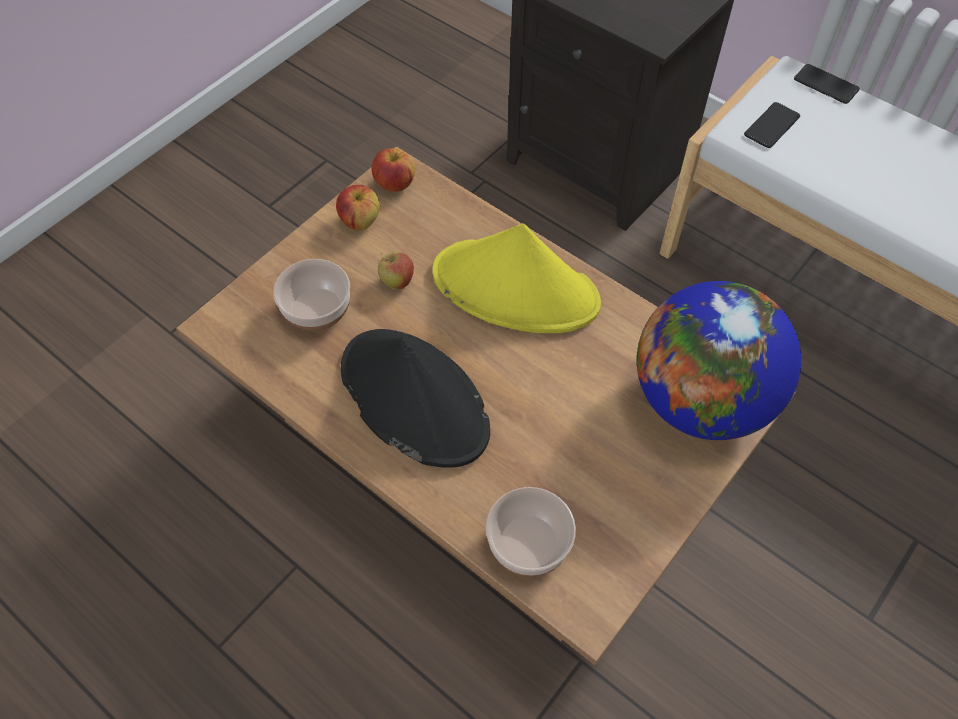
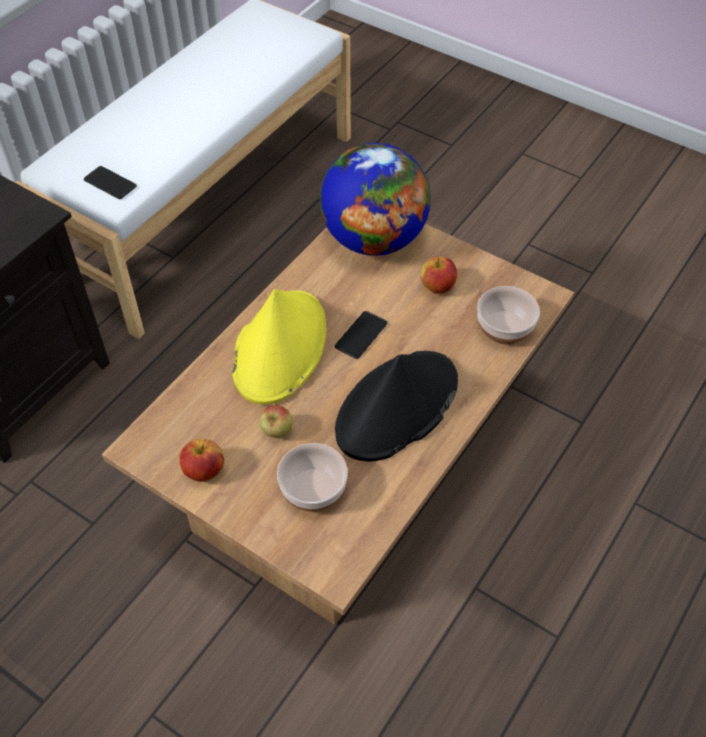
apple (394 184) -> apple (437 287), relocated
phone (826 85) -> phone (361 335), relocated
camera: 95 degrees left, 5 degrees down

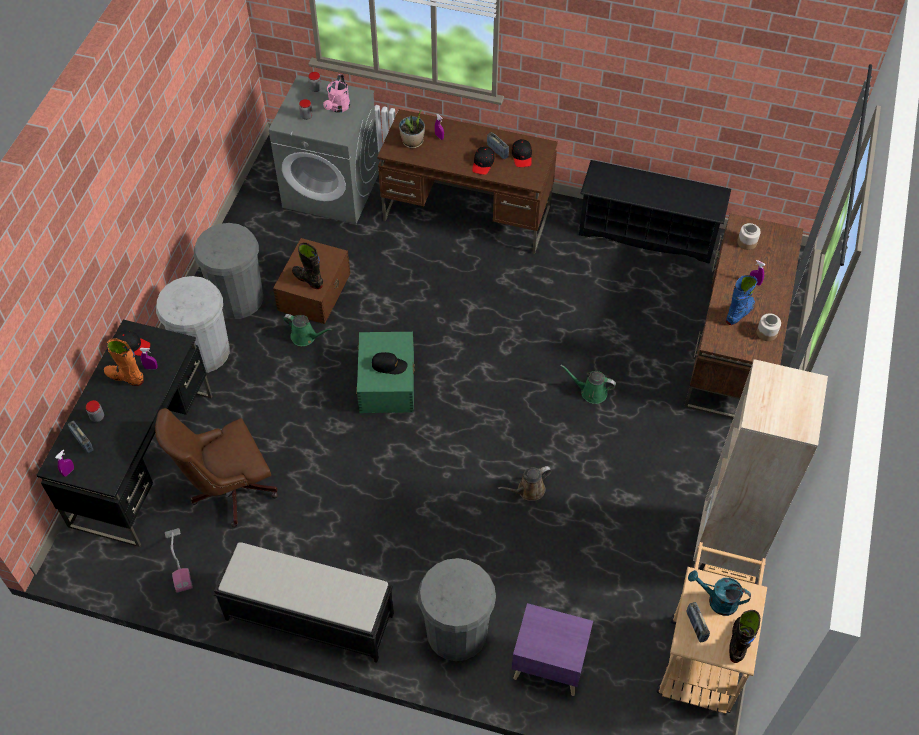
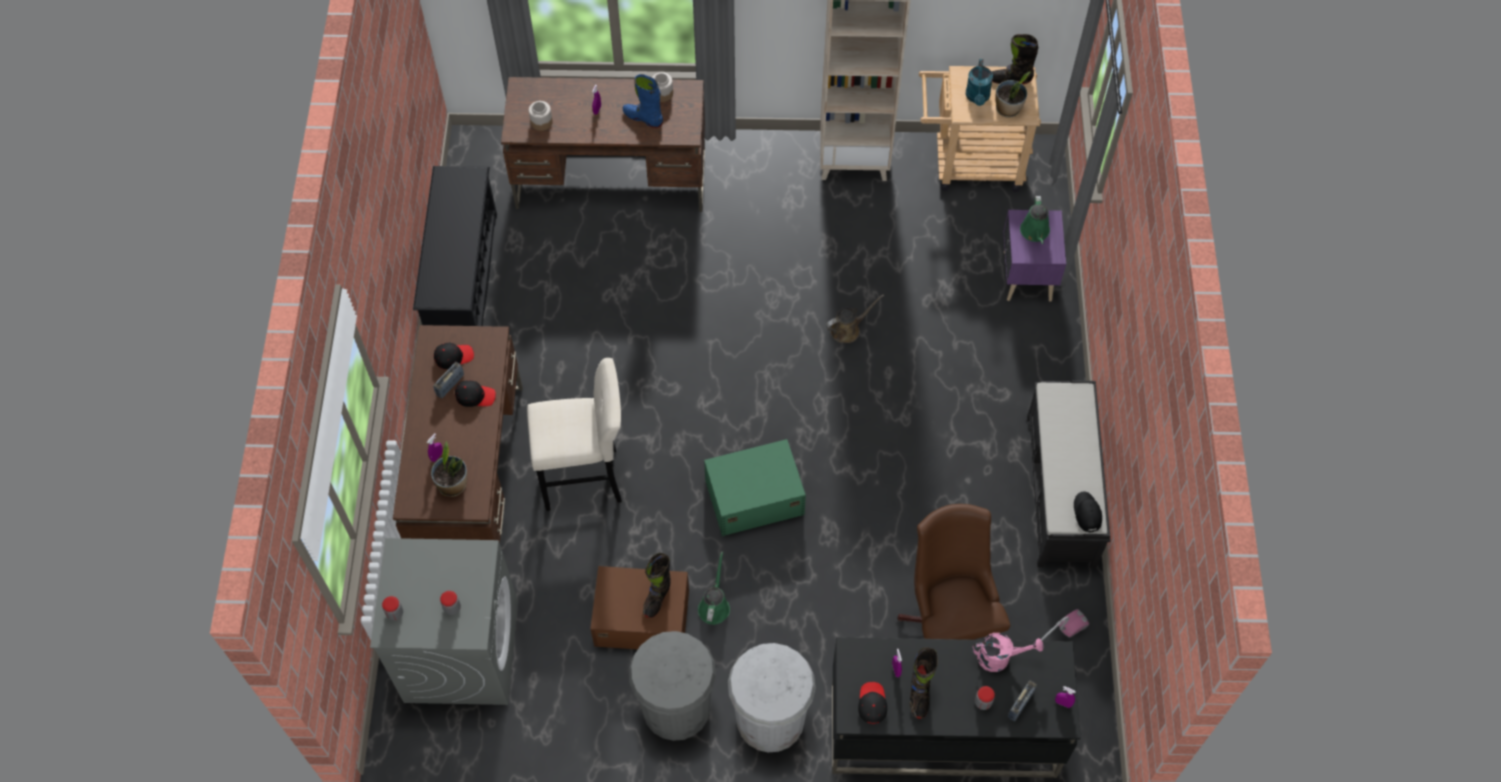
grey trash can (456 632) -> none
none -> beige stool (586 479)
pink watering can (338 108) -> pink watering can (1000 657), relocated
black cap (389 365) -> black cap (1087 513), relocated
green watering can (591 392) -> green watering can (1035 232), relocated
radio (696 626) -> potted plant (1008 109)
orange boot (125 377) -> black boot (919 694)
brown office chair (228 490) -> brown office chair (948 619), 150 degrees counterclockwise
brown watering can (528 490) -> brown watering can (848 329), 75 degrees counterclockwise
camera: 105 degrees left, 5 degrees up

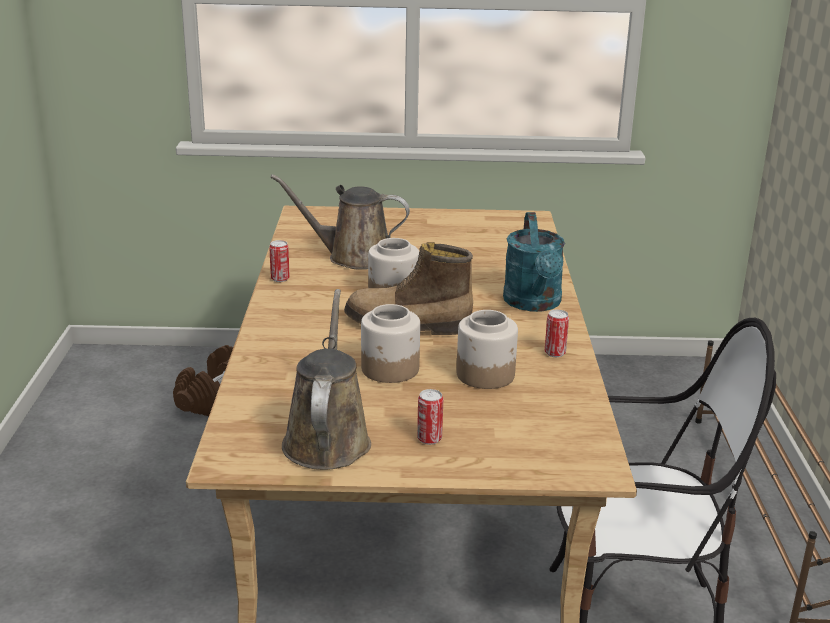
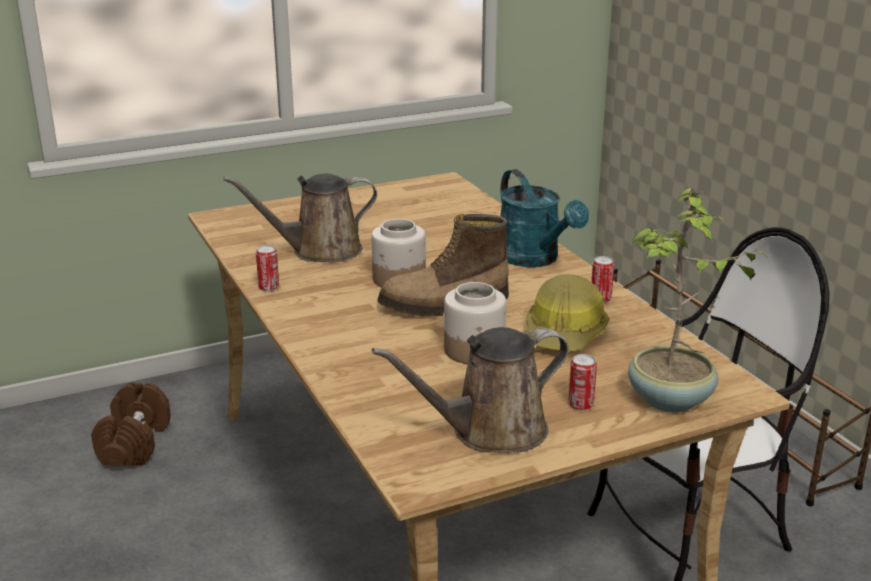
none -> potted plant (670 400)
jar (486 375) -> hard hat (565 334)
brown watering can (327 439) -> brown watering can (490 431), 90 degrees counterclockwise
camera: 25 degrees left, 0 degrees up

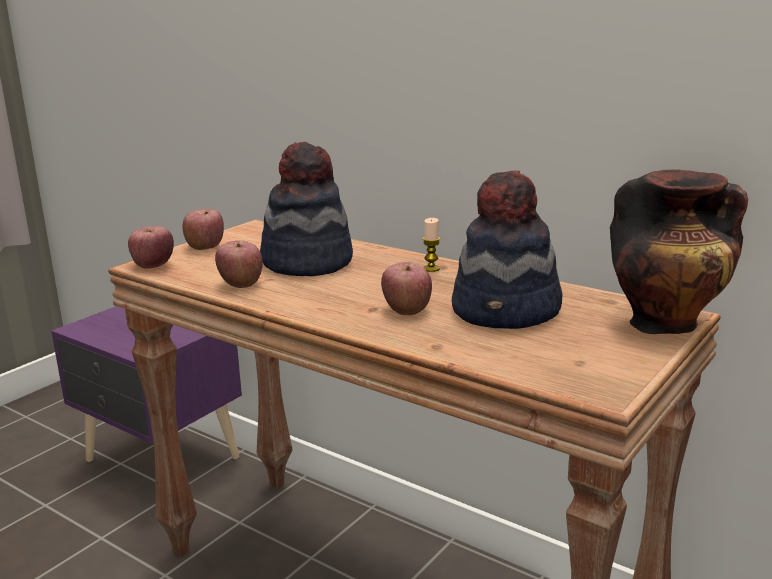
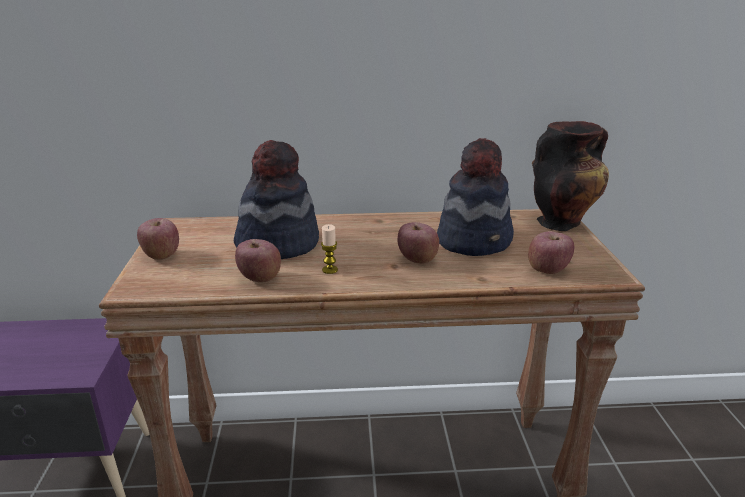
apple (153 266) -> apple (547 269), relocated
candle (431 269) -> candle (330 270), relocated
camera: 40 degrees left, 5 degrees up

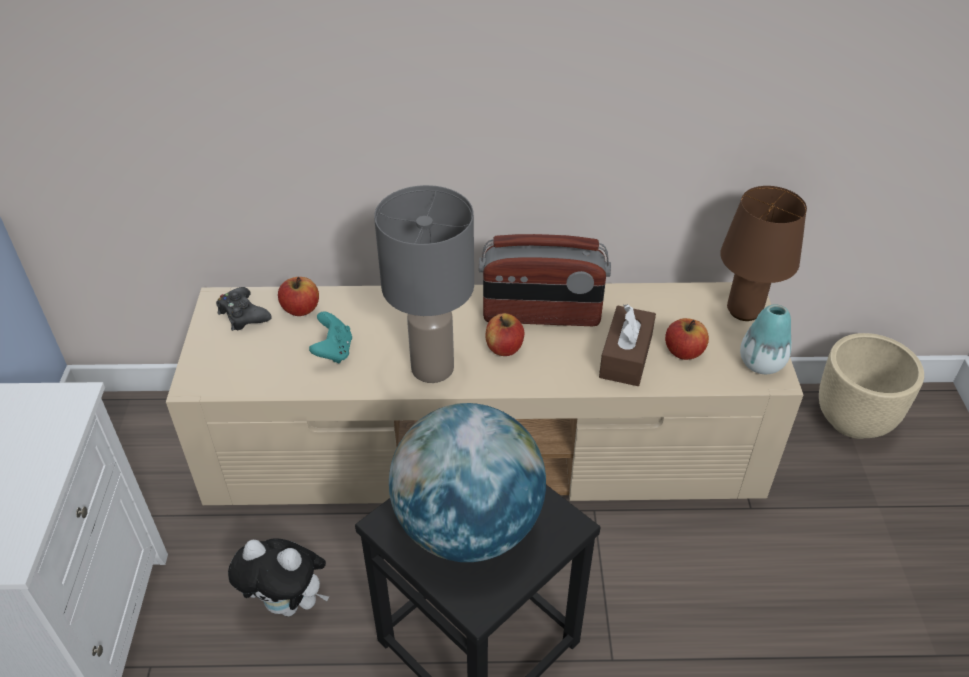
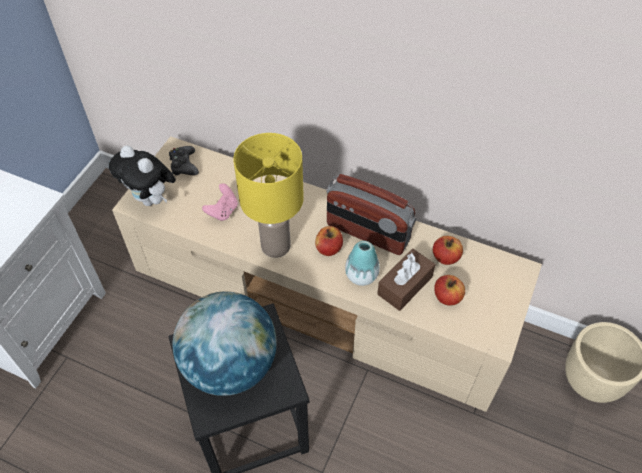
brown table lamp (744 310) -> none
plush toy (289 603) -> plush toy (151 199), relocated
apple (301 309) -> apple (445 257), relocated
vase (761 363) -> vase (361 275), relocated
turquoise game controller (333 351) -> pink game controller (223 211)
grey table lamp (433 369) -> yellow table lamp (276 246)
camera: 25 degrees right, 10 degrees up

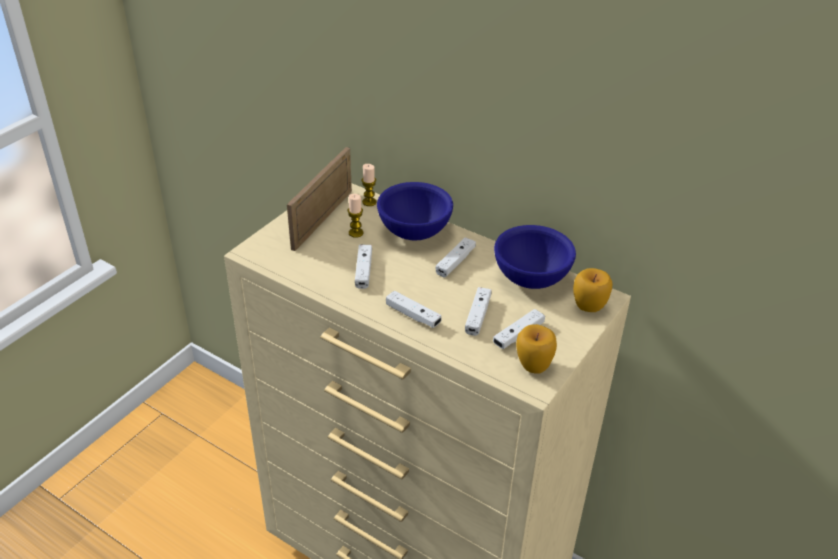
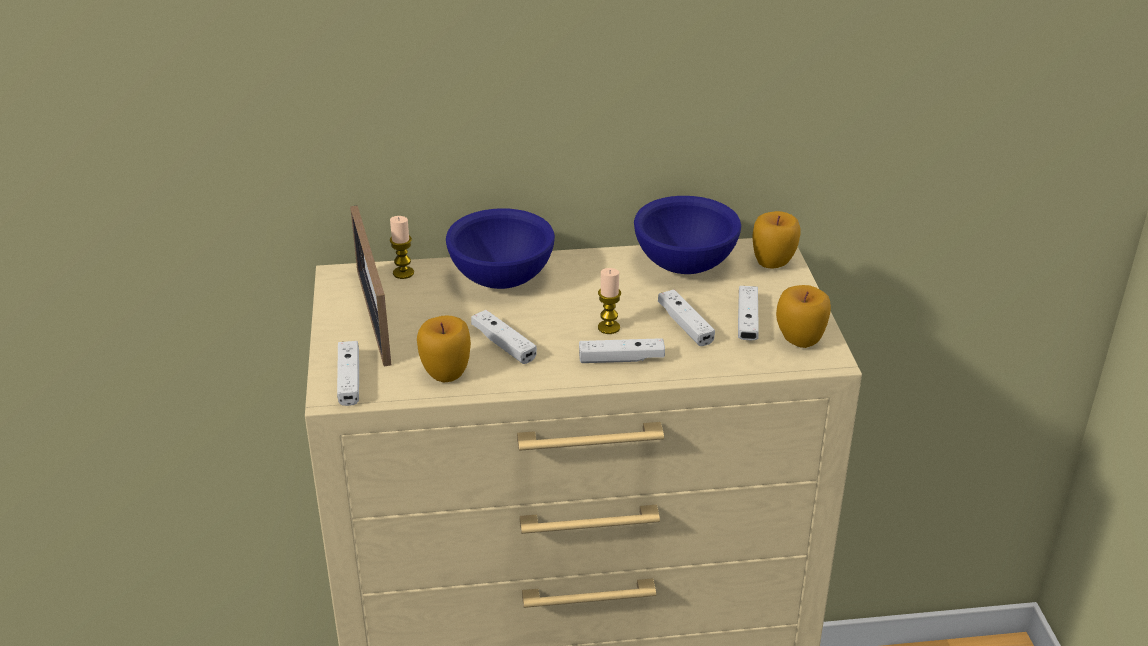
none -> apple (446 373)
candle (356 233) -> candle (608 327), relocated
white game controller (455 262) -> white game controller (349 380), relocated
camera: 40 degrees left, 5 degrees down

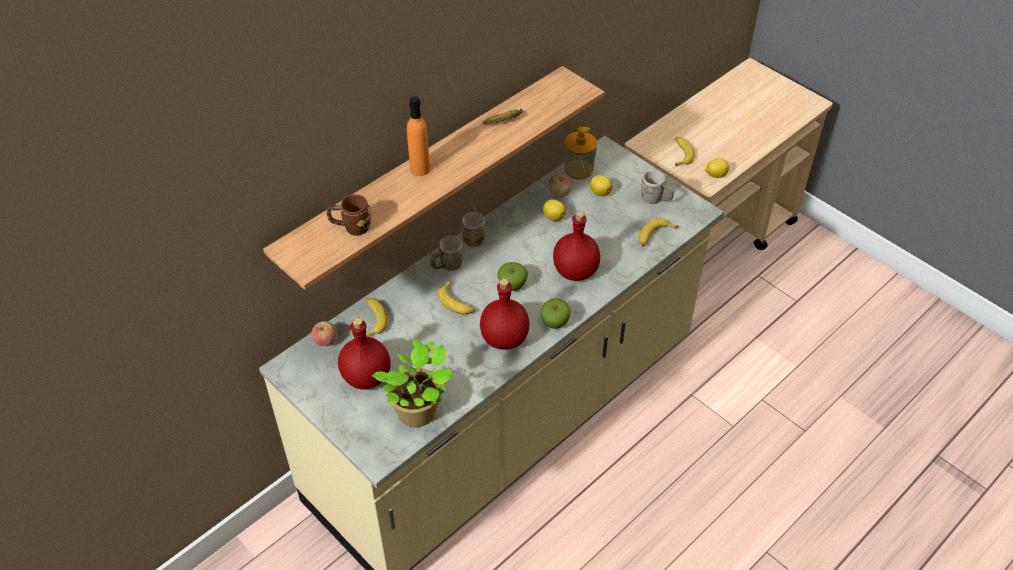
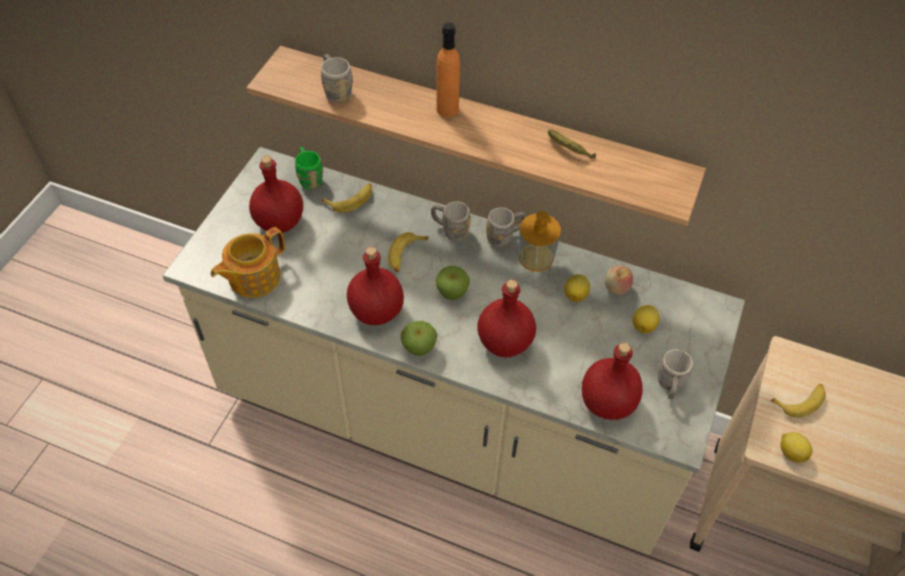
soap dispenser (579 169) -> soap dispenser (536 257), relocated
apple (325 341) -> green mug (309 177)
potted plant (419 413) -> teapot (253 277)
banana (654 236) -> red bottle (607 403)
brown mug (351 227) -> grey mug (336 90)
camera: 65 degrees right, 5 degrees up

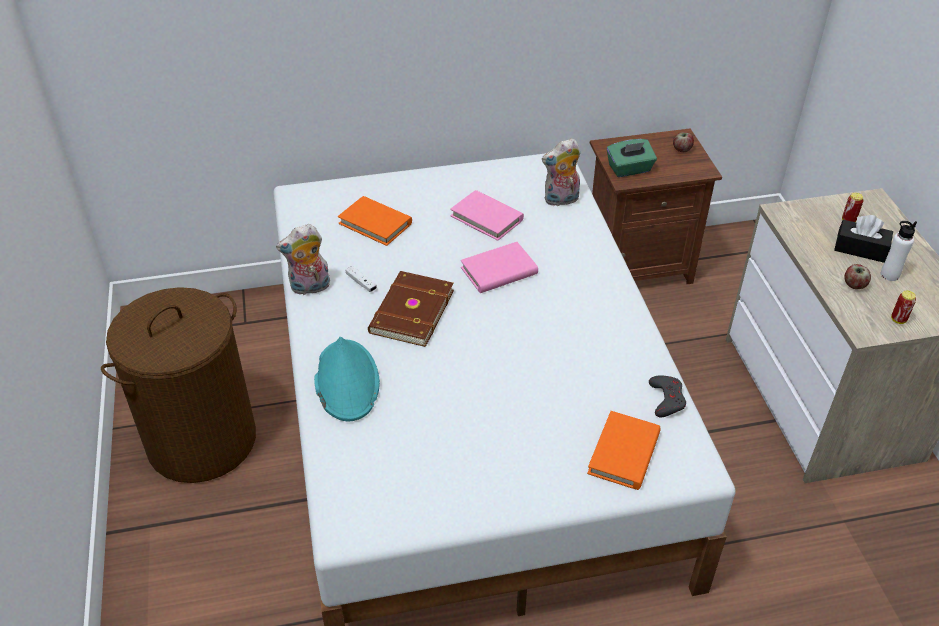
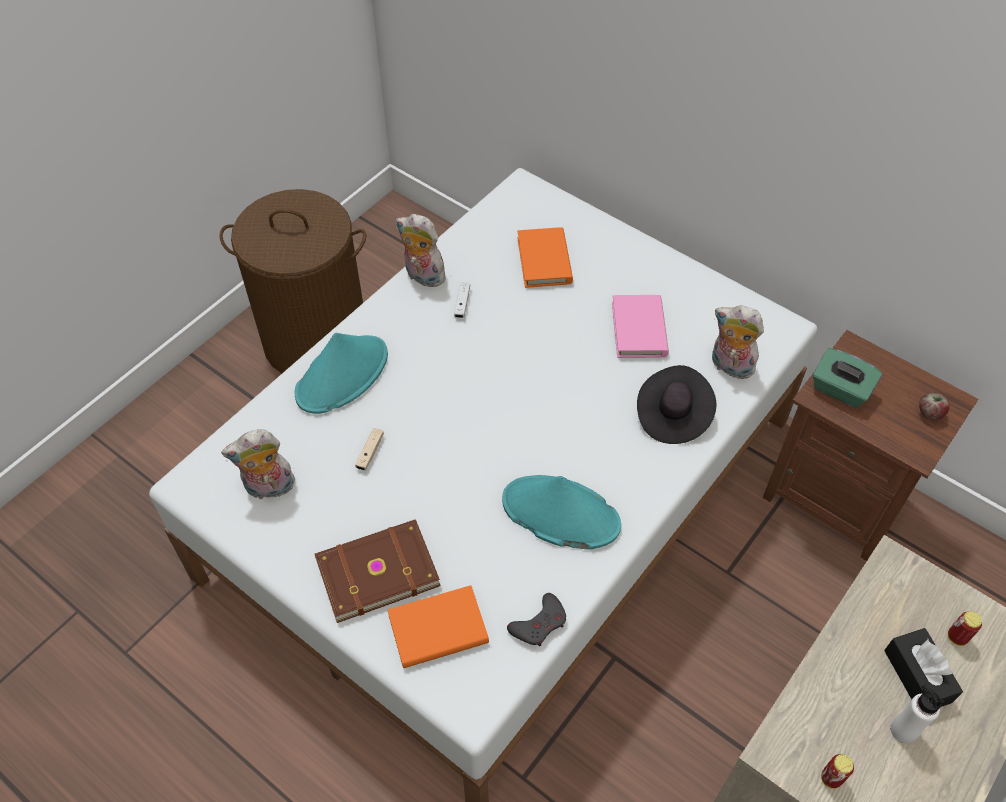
pink book (499 271) -> none
apple (854 285) -> none
none -> plush toy (269 488)
none -> beige game controller (370 452)
none -> turquoise hat (560 513)
none -> black hat (672 416)
brown book (410 311) -> brown book (376 570), relocated
camera: 50 degrees right, 10 degrees up

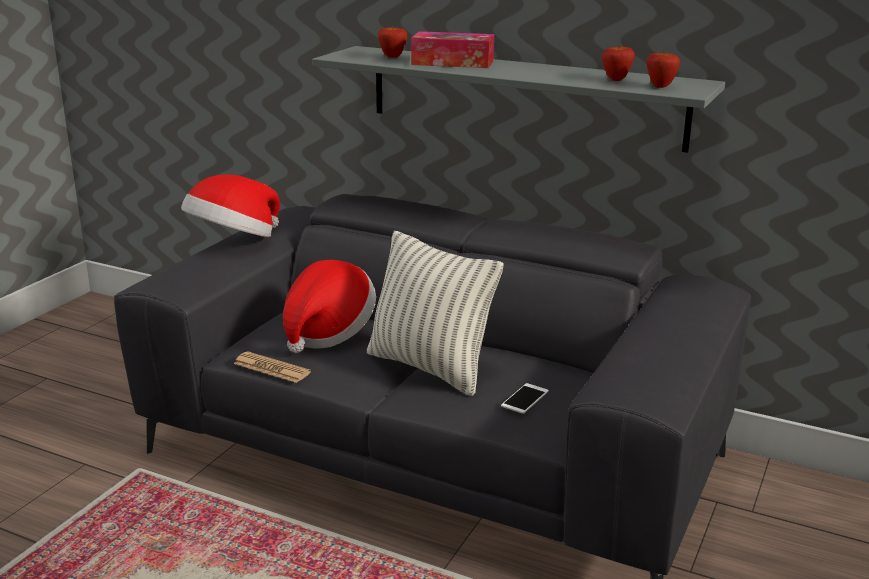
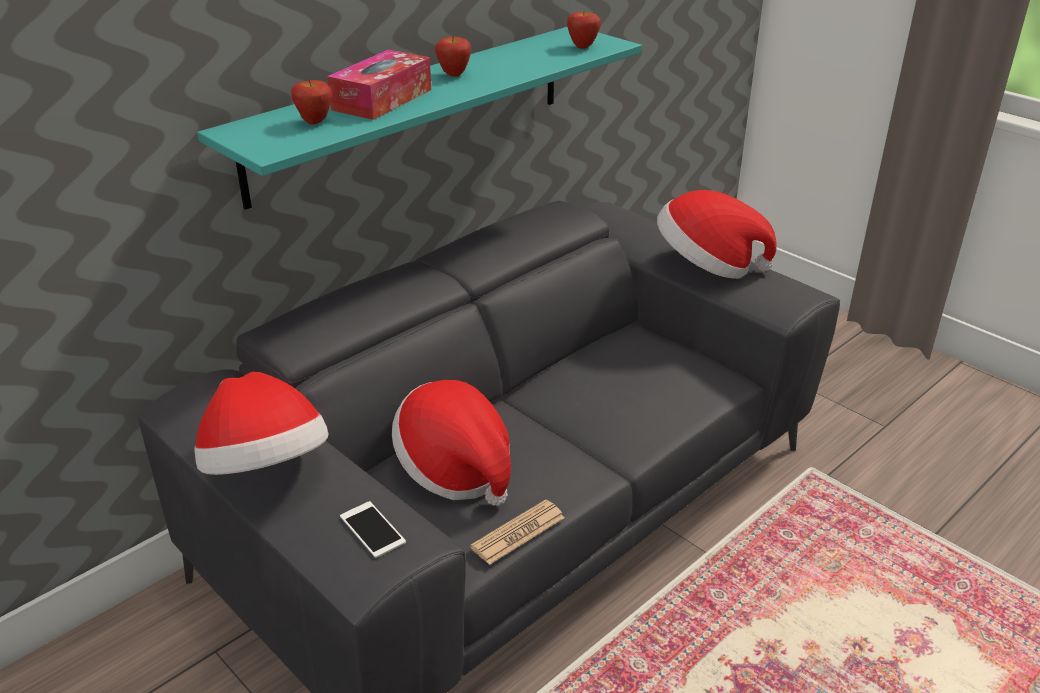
pillow (430 367) -> none
none -> hat (707 266)
phone (525 399) -> phone (372 529), relocated
apple (616 80) -> apple (454 75), relocated
grey shelf (523 97) -> turquoise shelf (412 111)
camera: 70 degrees left, 10 degrees up

